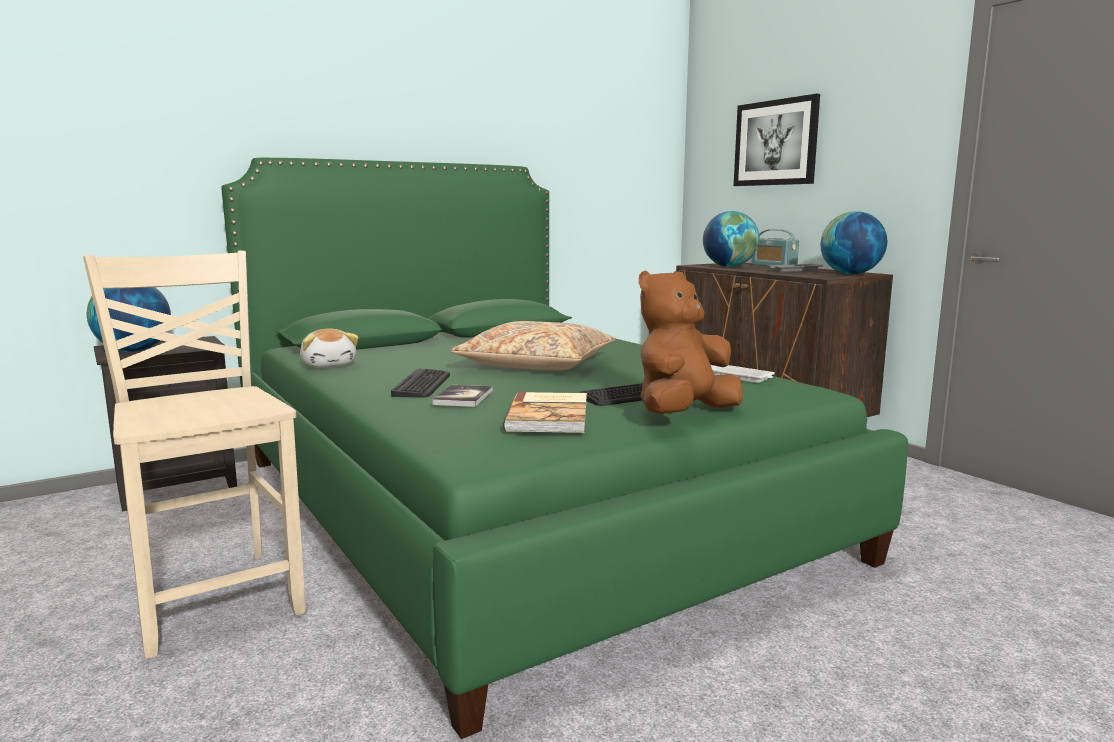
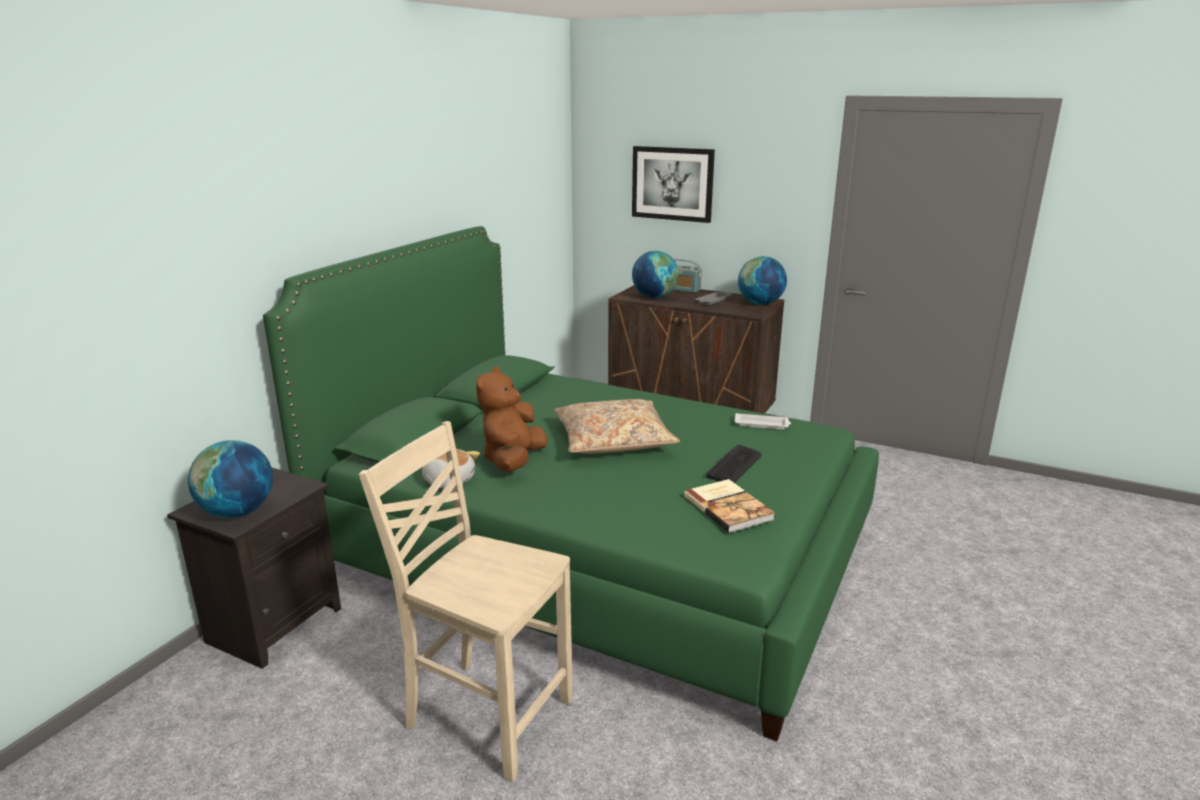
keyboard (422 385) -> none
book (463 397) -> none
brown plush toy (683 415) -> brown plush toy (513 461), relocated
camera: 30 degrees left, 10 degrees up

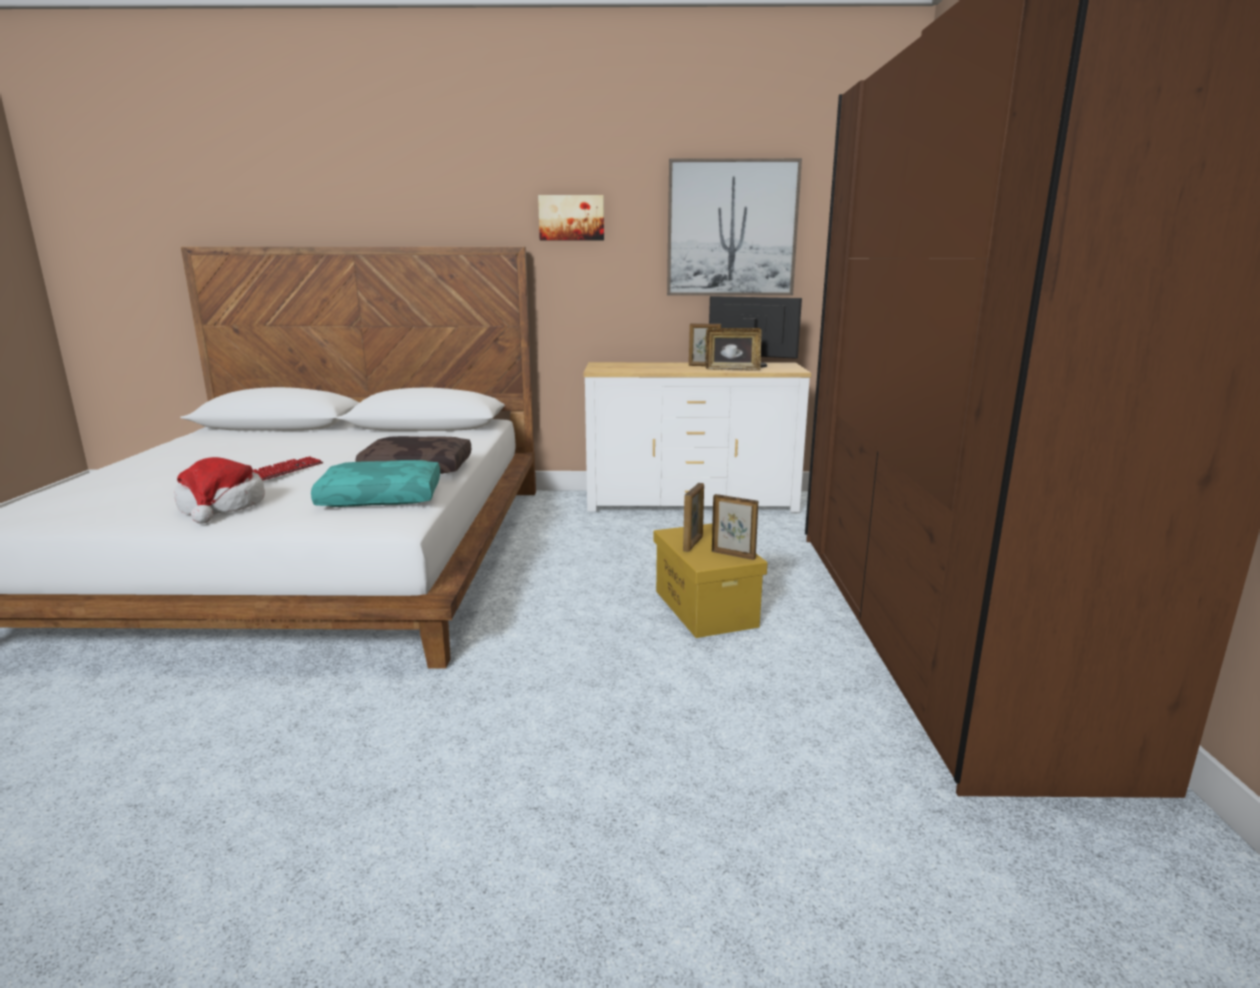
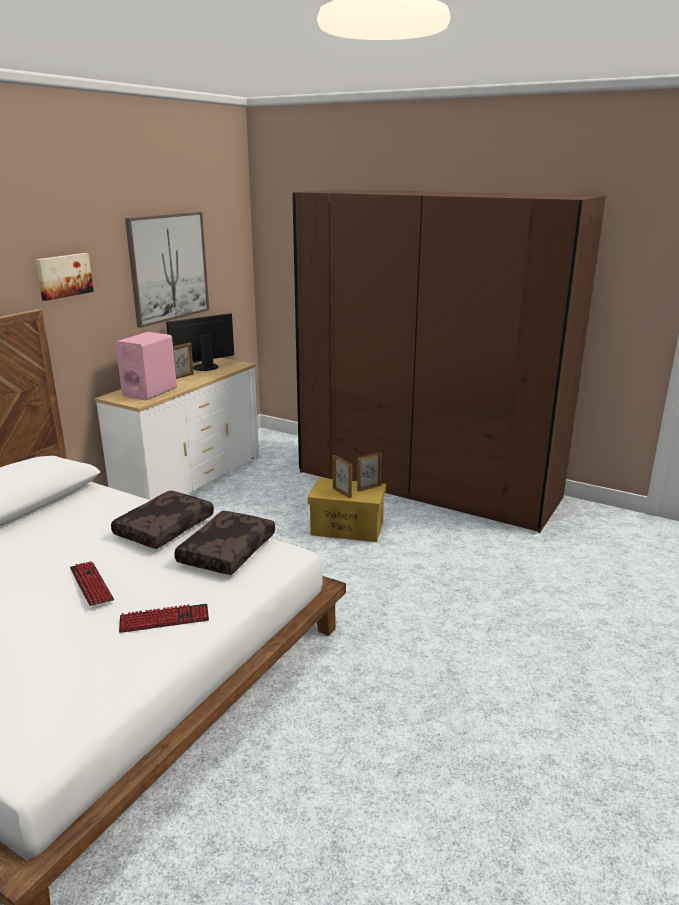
picture frame (732 369) -> none
none -> pink speaker (150 392)
hat (222 507) -> keyboard (164 619)
turquoise pillow (382 497) -> brown pillow (226 551)
camera: 60 degrees left, 5 degrees up

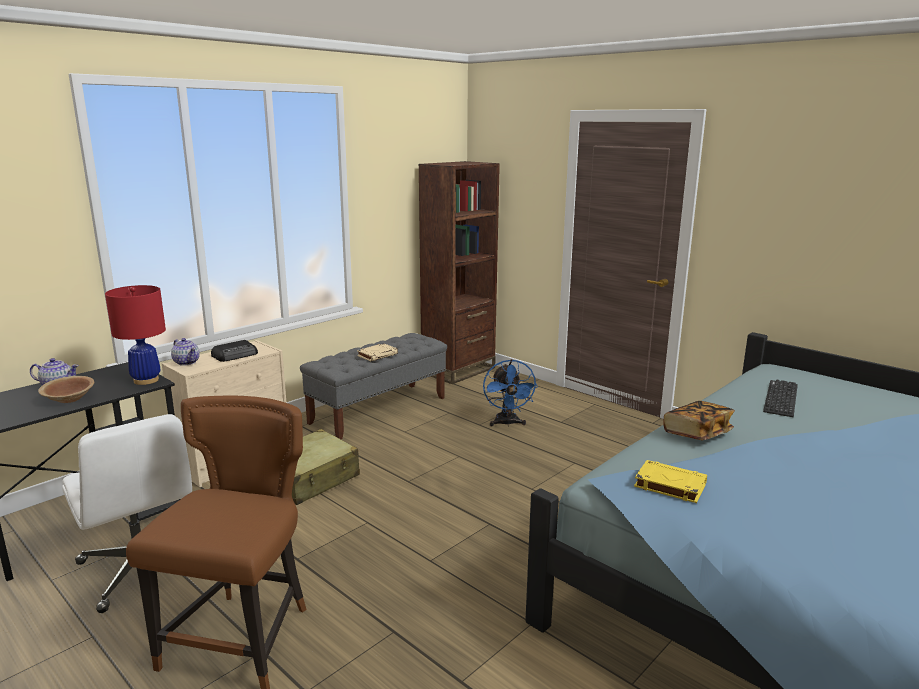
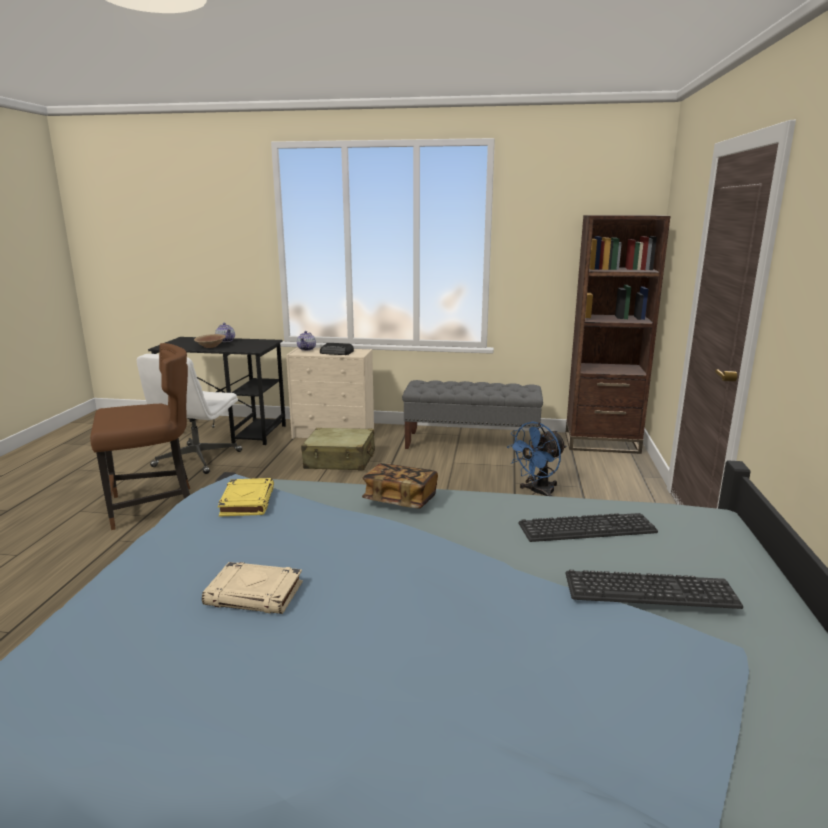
red table lamp (146 380) -> none
none -> keyboard (650 591)
beige book (377 355) -> beige book (255 594), relocated
camera: 55 degrees right, 0 degrees up

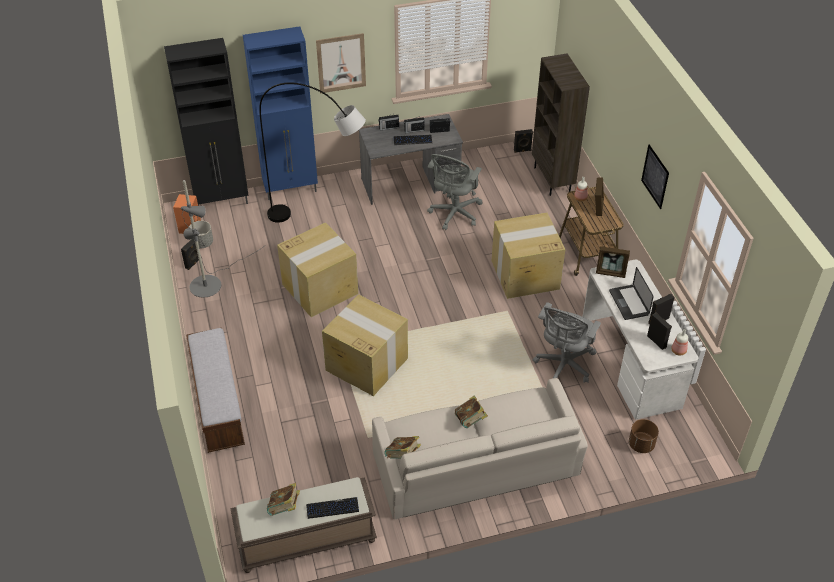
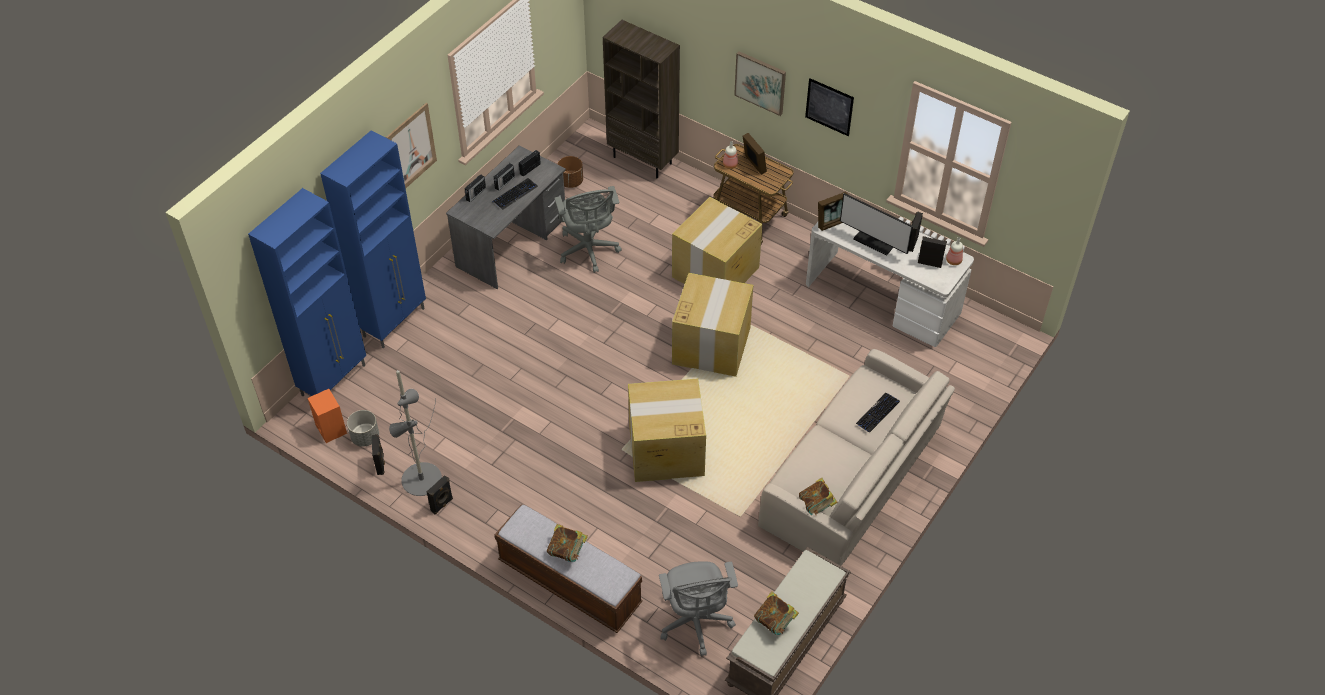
grey floor lamp (321 221) -> none
none -> picture (760 82)
cardboard box (321 288) -> cardboard box (711 345), relocated
keyboard (332 508) -> keyboard (877 413), relocated
book (470 420) -> book (567 551), relocated
black speaker (522 151) -> black speaker (442 505), relocated
grey office chair (563 366) -> grey office chair (695 623), relocated
brown planter (641 445) -> brown planter (571 181), relocated
laptop (628 303) -> monitor (874 242)
black cabinet (222 201) -> blue cabinet (334 380)
camera: 40 degrees left, 5 degrees up

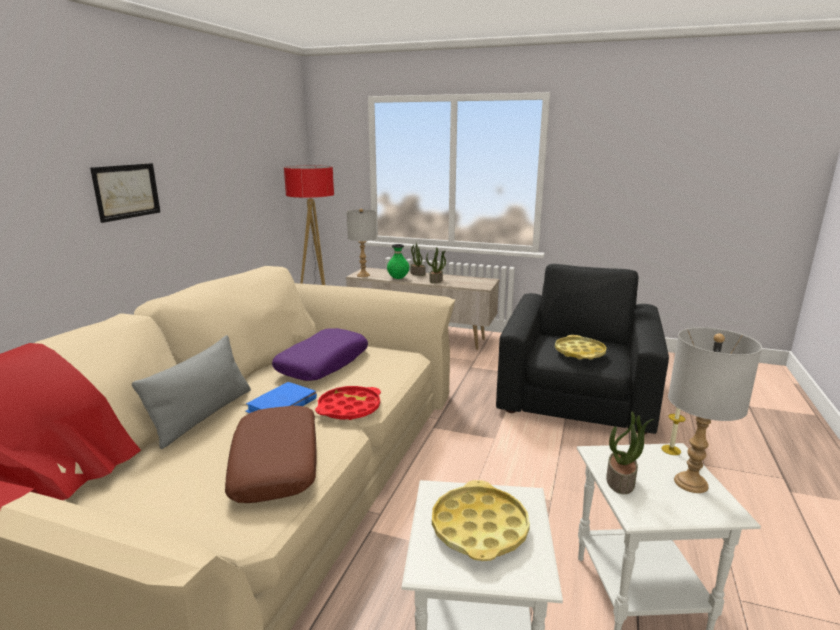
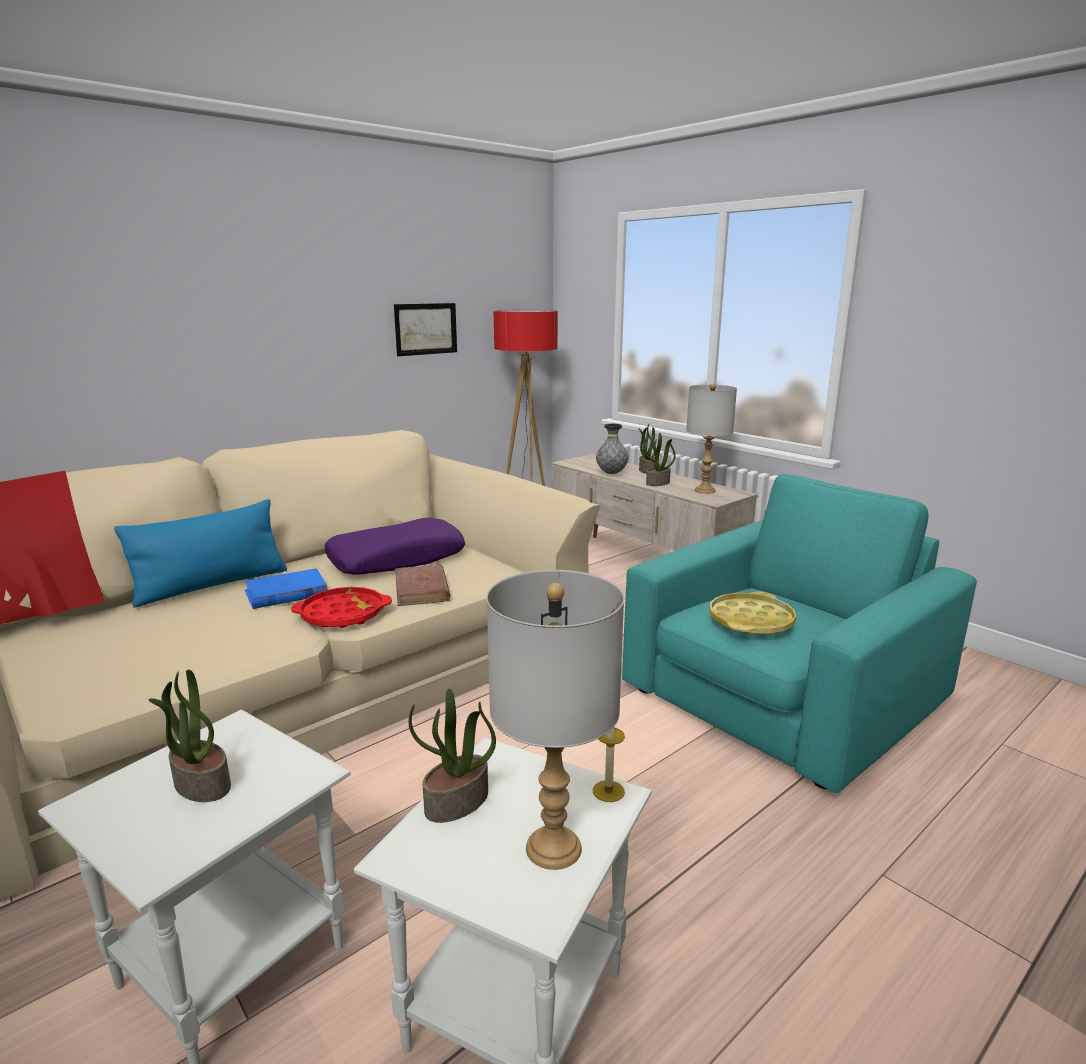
brown pillow (277 464) -> none
none -> brown book (421 589)
picture (127 191) -> picture (426 329), relocated
grey table lamp (363 275) -> grey table lamp (704 490), relocated
yellow tray (479 528) -> potted plant (200 785)
grey pillow (203 415) -> blue pillow (212 585)
green vase (398 278) -> grey vase (611 473)
black armchair (577 394) -> turquoise armchair (783 696)
camera: 30 degrees right, 0 degrees up

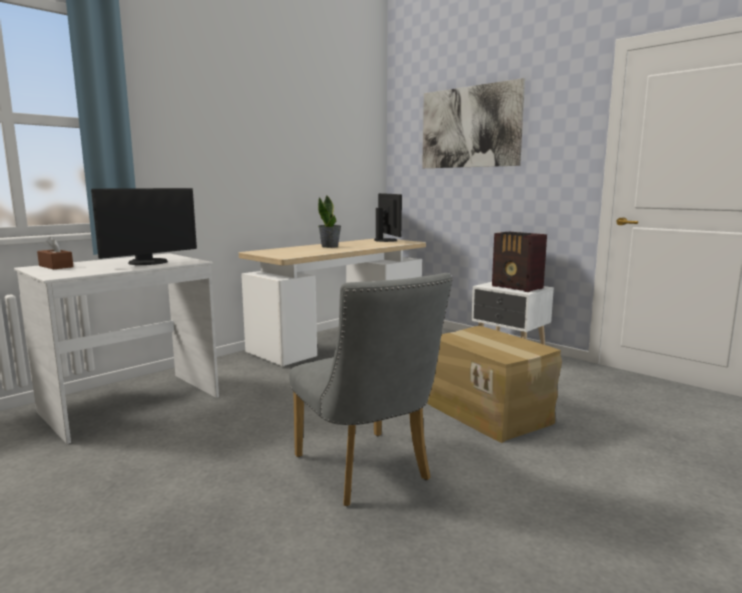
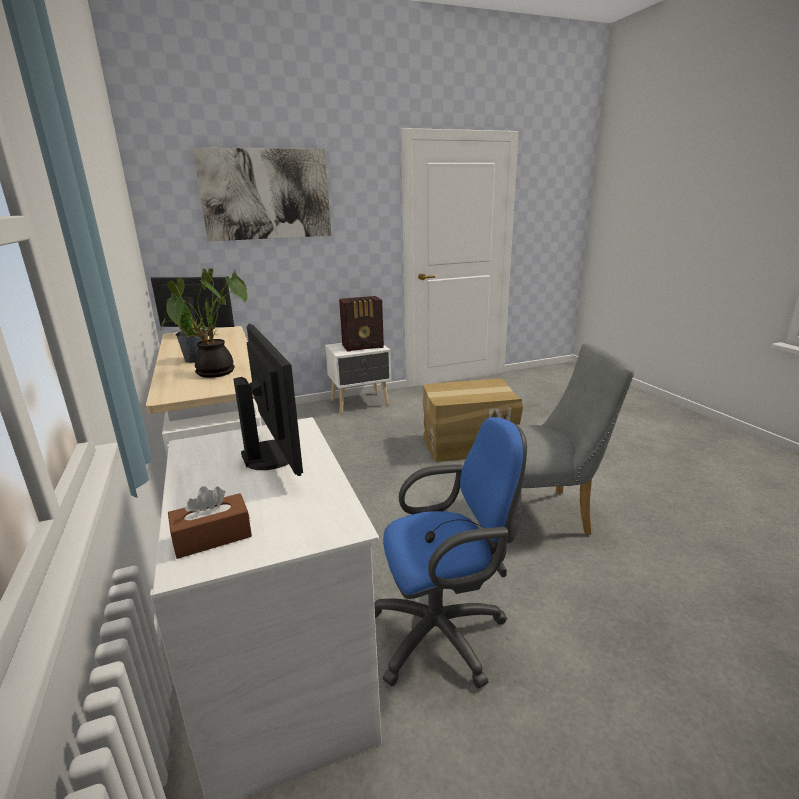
none -> potted plant (215 373)
none -> blue office chair (445 633)
camera: 65 degrees left, 10 degrees up

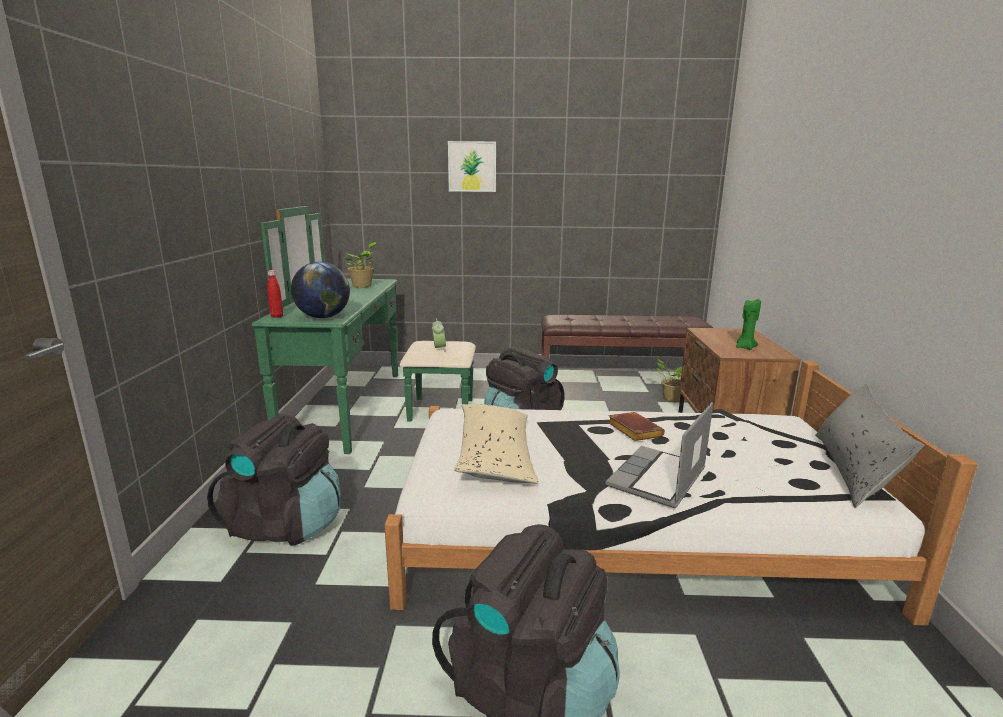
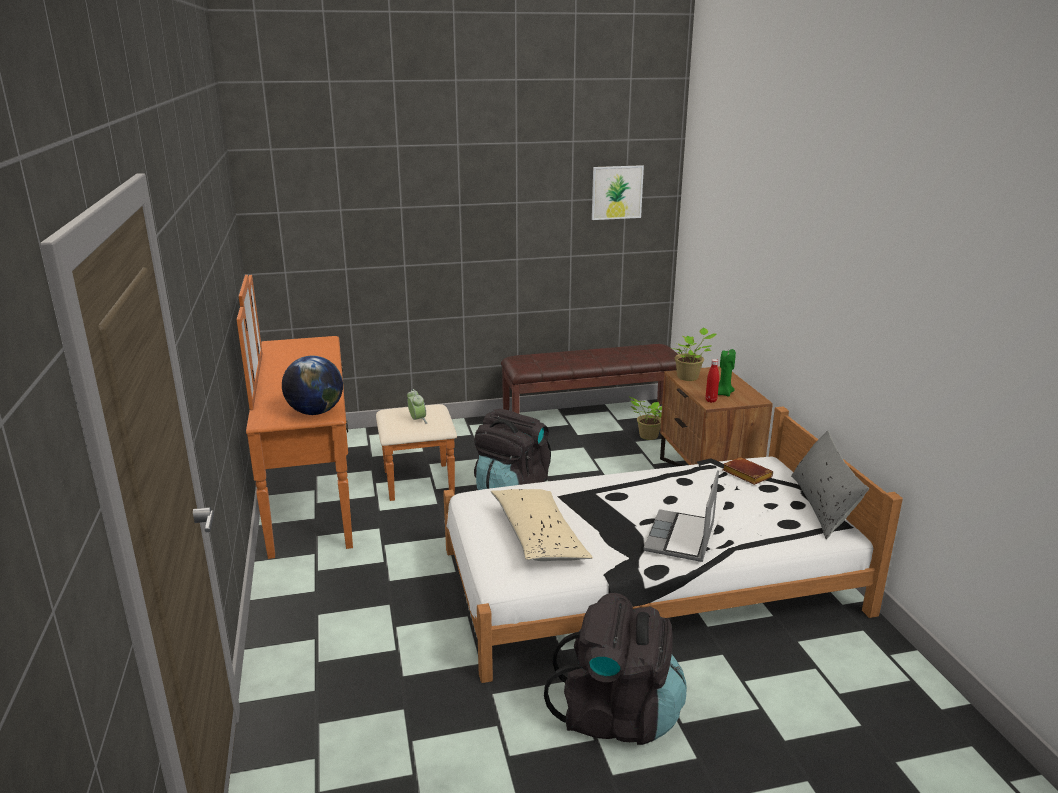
black backpack (286 525) -> none
red bottle (276 316) -> red bottle (711 400), relocated
potted plant (363 286) -> potted plant (689 377), relocated
picture (472 166) -> picture (617 192), relocated
brown book (632 430) -> brown book (745 474), relocated
green dresser (368 408) -> orange dresser (336 490)
camera: 15 degrees left, 5 degrees up

